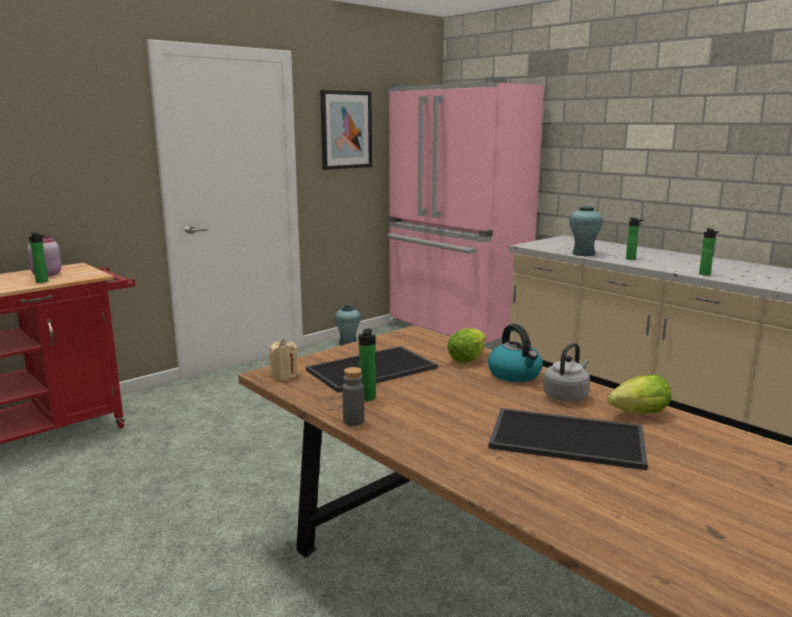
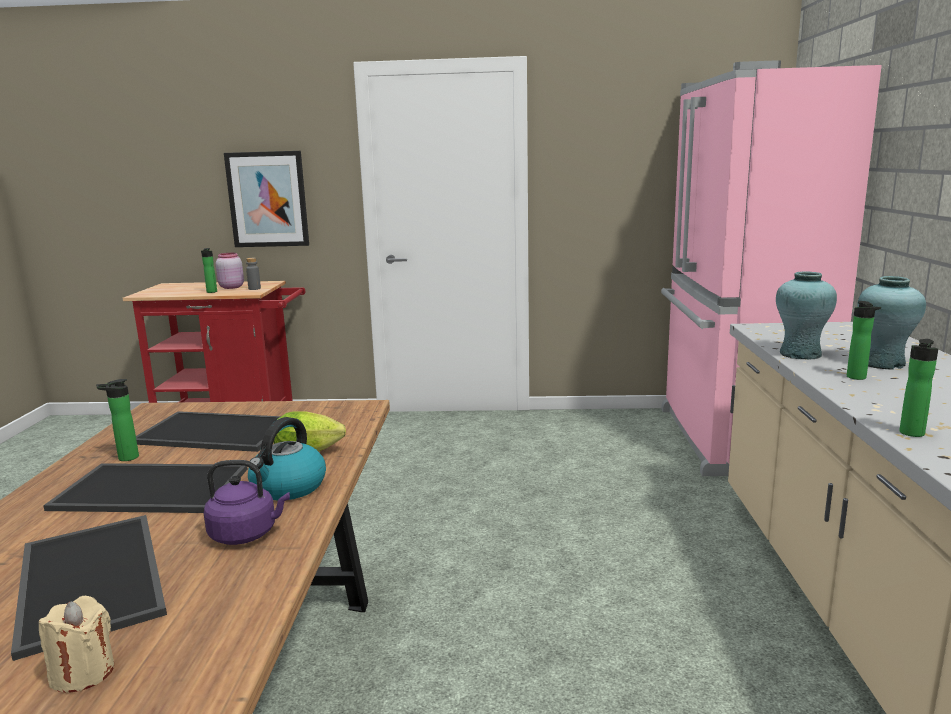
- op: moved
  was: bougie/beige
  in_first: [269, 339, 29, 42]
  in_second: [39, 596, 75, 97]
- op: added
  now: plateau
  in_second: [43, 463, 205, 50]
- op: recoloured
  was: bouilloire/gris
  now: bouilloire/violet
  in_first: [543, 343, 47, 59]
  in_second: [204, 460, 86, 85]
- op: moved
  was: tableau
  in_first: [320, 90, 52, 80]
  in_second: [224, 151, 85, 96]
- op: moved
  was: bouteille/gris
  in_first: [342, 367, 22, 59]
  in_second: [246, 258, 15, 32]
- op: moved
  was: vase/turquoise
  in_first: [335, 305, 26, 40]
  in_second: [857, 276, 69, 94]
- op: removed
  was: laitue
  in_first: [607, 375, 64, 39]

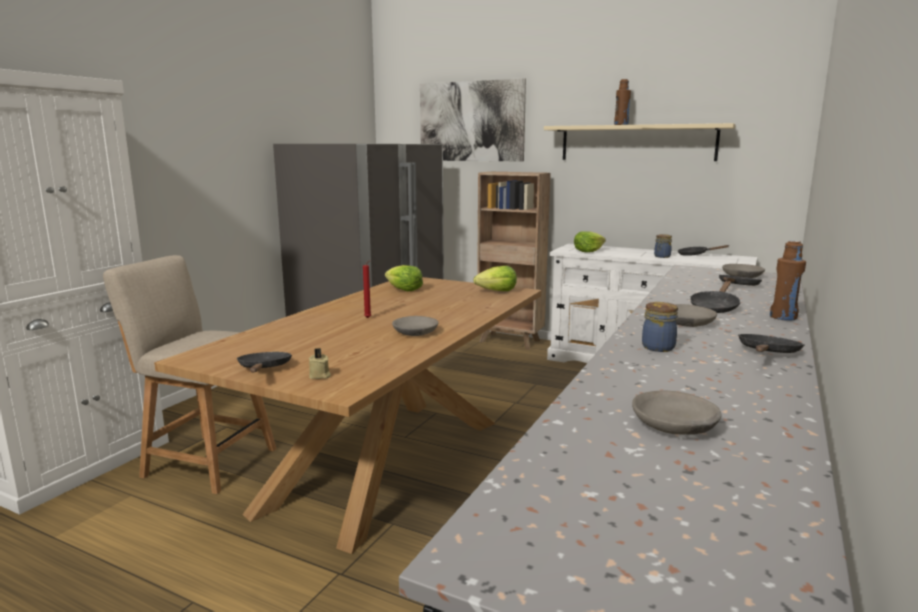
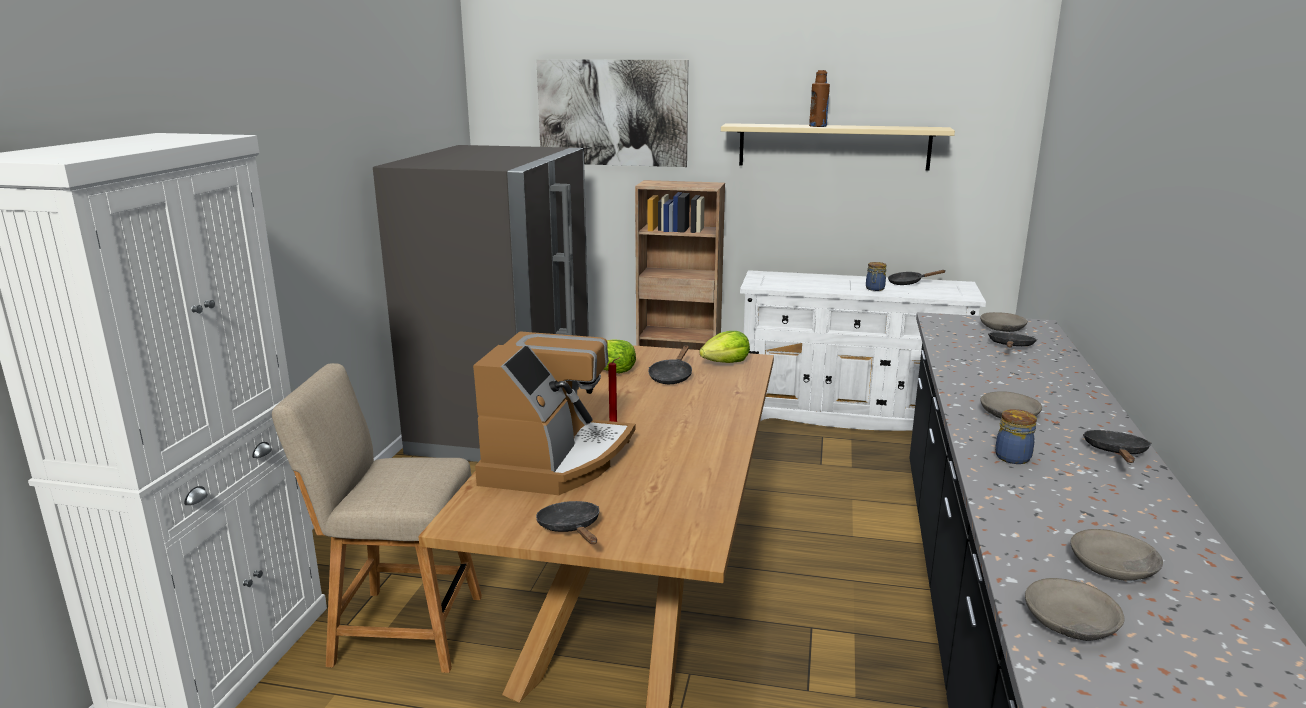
- op: added
  now: machine à café
  in_second: [473, 331, 162, 164]
- op: moved
  was: poêle/noir
  in_first: [690, 281, 50, 32]
  in_second: [648, 345, 44, 39]
- op: moved
  was: bol/gris
  in_first: [392, 316, 46, 20]
  in_second: [1025, 578, 100, 63]
- op: removed
  was: bougie/beige
  in_first: [309, 348, 22, 31]
- op: removed
  was: laitue
  in_first: [574, 231, 32, 21]
- op: removed
  was: bouteille/marron
  in_first: [770, 240, 36, 81]

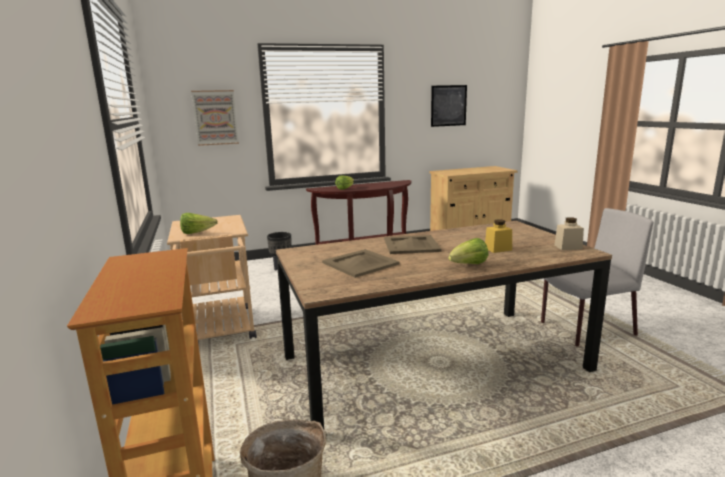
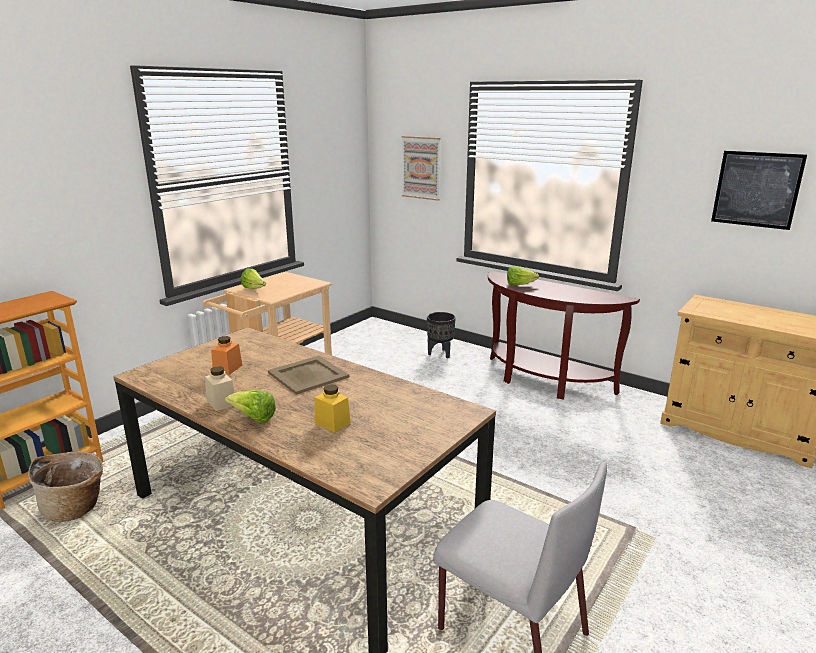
- op: moved
  was: bocal/beige
  in_first: [554, 217, 30, 33]
  in_second: [205, 366, 30, 45]
- op: replaced
  was: plateau/beige
  now: bocal/orange
  in_first: [322, 249, 78, 29]
  in_second: [211, 336, 31, 39]

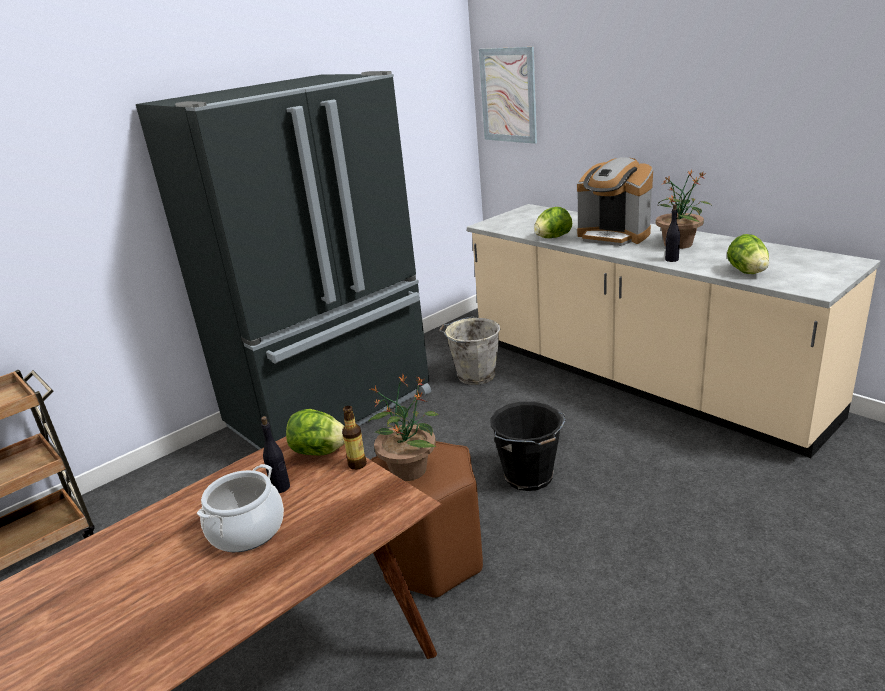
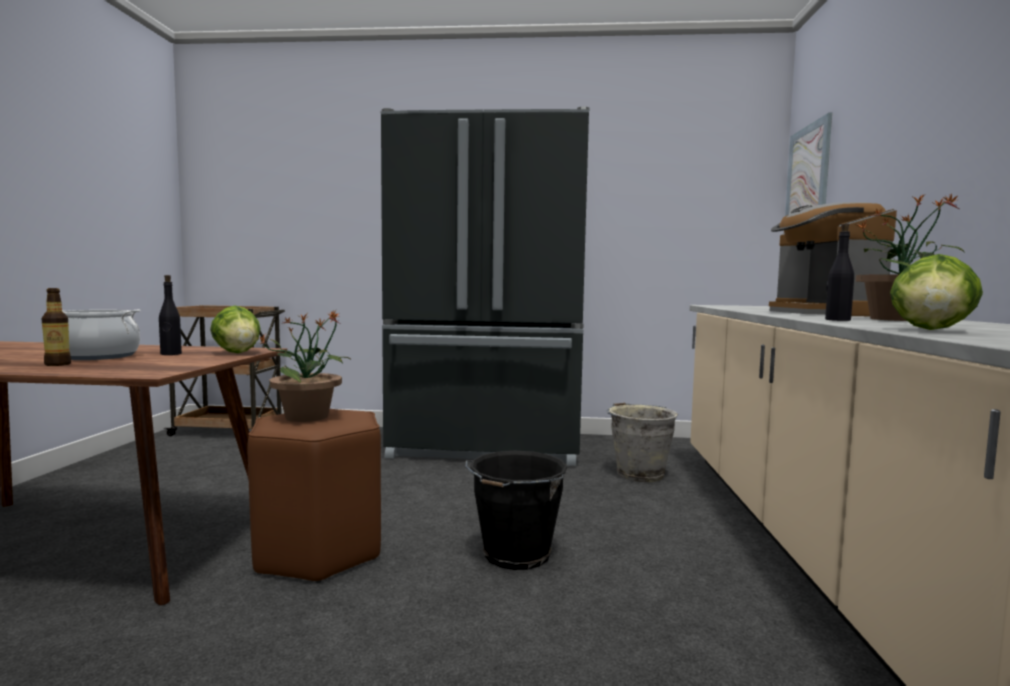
- op: moved
  was: bouteille
  in_first: [342, 406, 25, 64]
  in_second: [42, 288, 29, 78]
- op: removed
  was: laitue
  in_first: [534, 207, 38, 31]

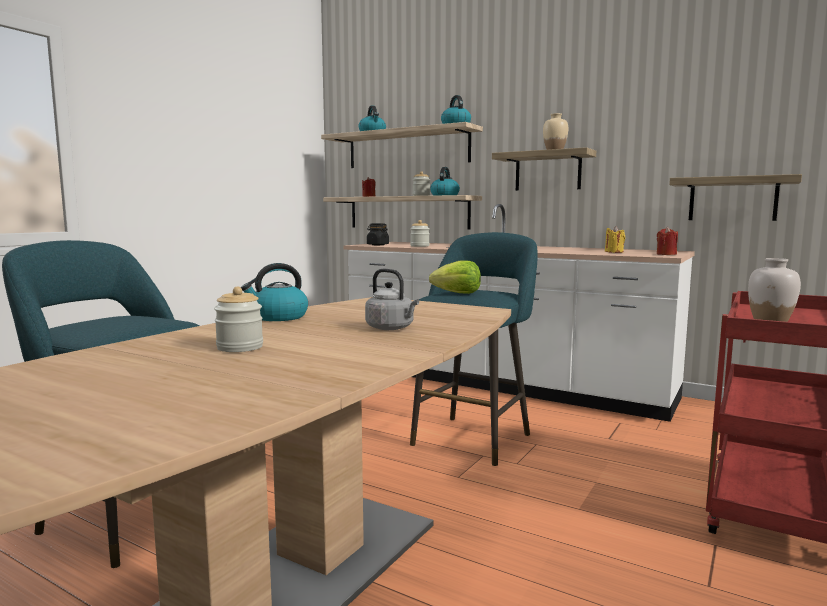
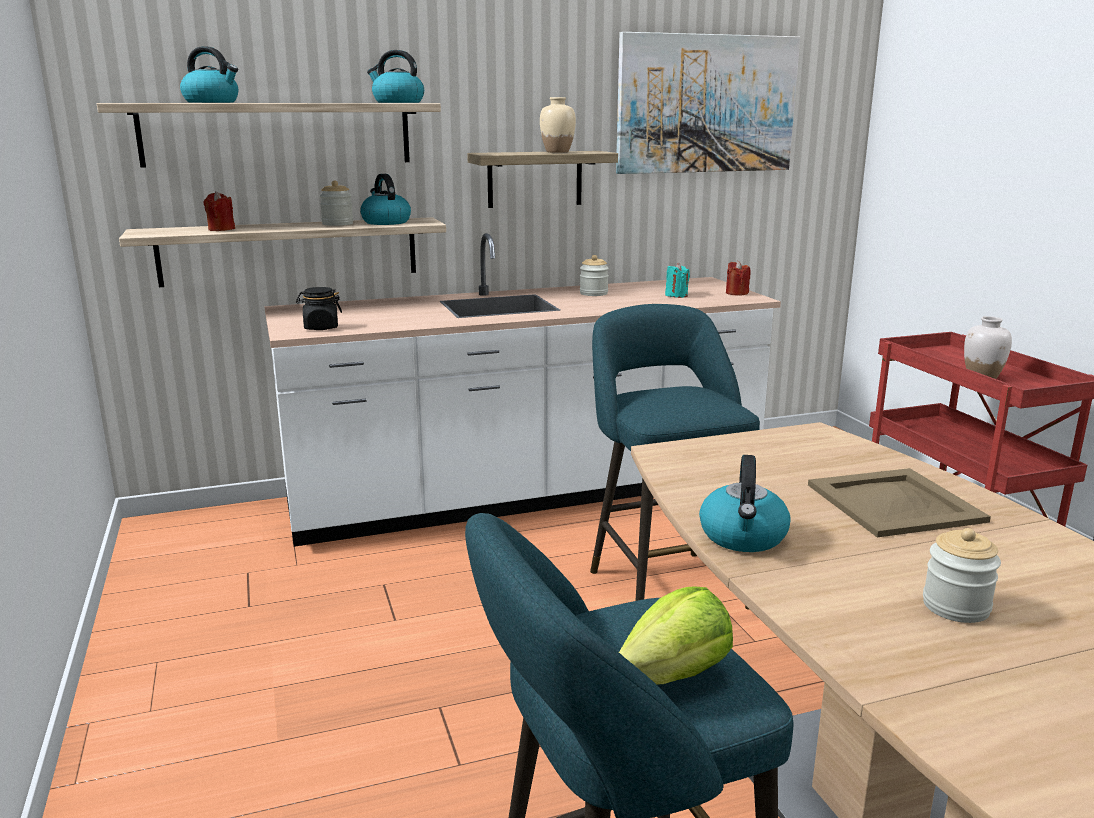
- op: moved
  was: bocal
  in_first: [410, 220, 19, 27]
  in_second: [580, 255, 29, 41]
- op: added
  now: tableau
  in_second: [616, 32, 184, 142]
- op: moved
  was: laitue
  in_first: [429, 260, 52, 34]
  in_second: [619, 586, 114, 99]
- op: recoloured
  was: bougie/jaune
  now: bougie/turquoise
  in_first: [605, 226, 20, 27]
  in_second: [665, 263, 25, 35]
- op: replaced
  was: bouilloire/gris
  now: plateau/beige
  in_first: [365, 269, 54, 61]
  in_second: [808, 468, 183, 69]
- op: removed
  was: étagère
  in_first: [669, 174, 133, 47]

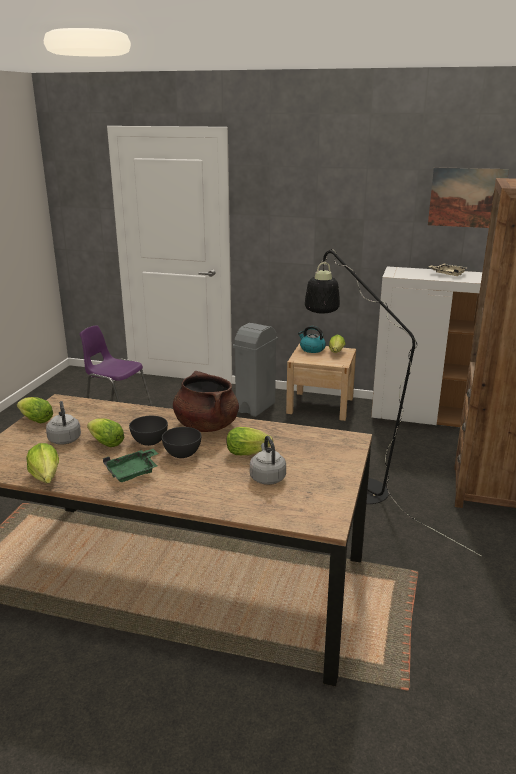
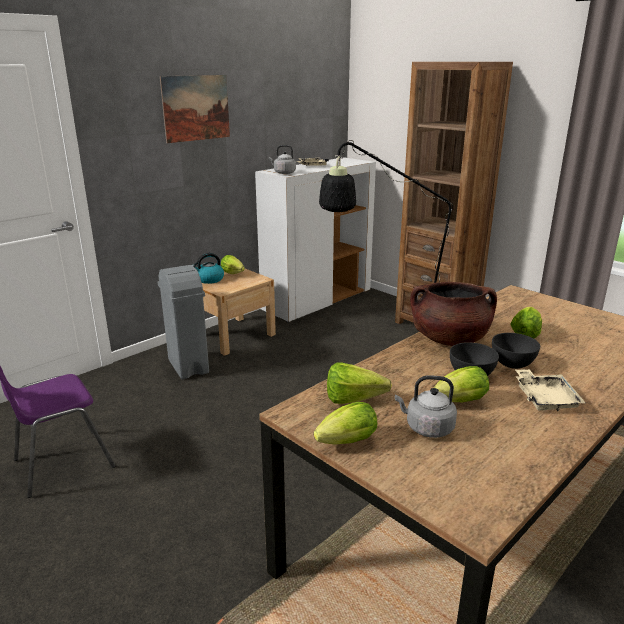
- op: moved
  was: tableau
  in_first: [428, 167, 81, 61]
  in_second: [160, 75, 70, 68]
- op: moved
  was: bouilloire/gris
  in_first: [250, 436, 36, 49]
  in_second: [269, 145, 27, 29]
- op: moved
  was: laitue
  in_first: [26, 443, 33, 40]
  in_second: [327, 362, 65, 42]
- op: recoloured
  was: plateau/vert
  now: plateau/beige
  in_first: [103, 449, 55, 33]
  in_second: [515, 369, 71, 42]

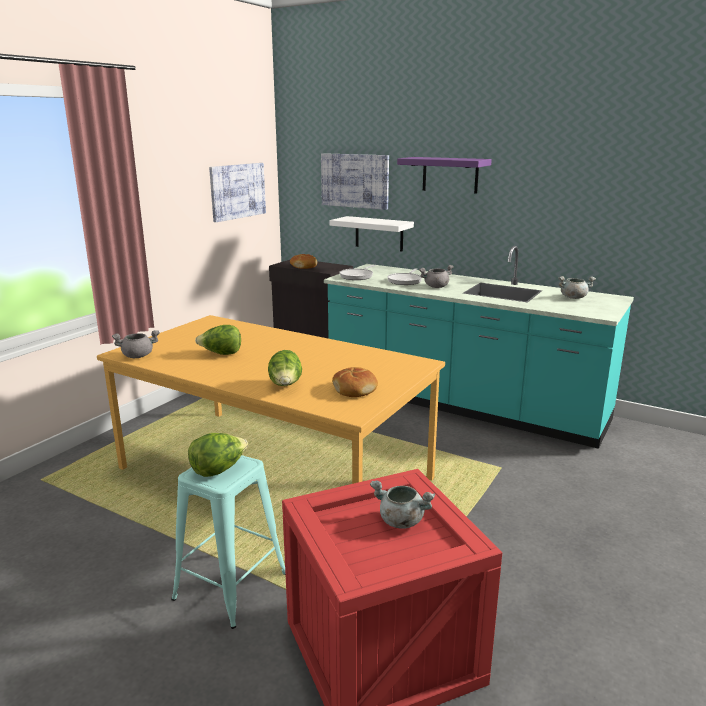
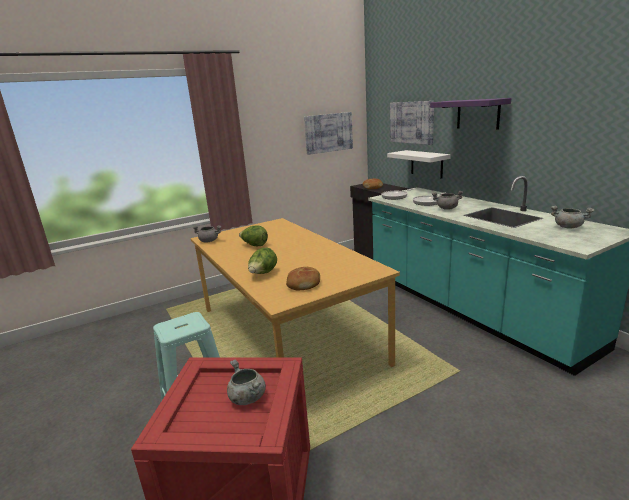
- op: removed
  was: laitue
  in_first: [188, 433, 60, 44]

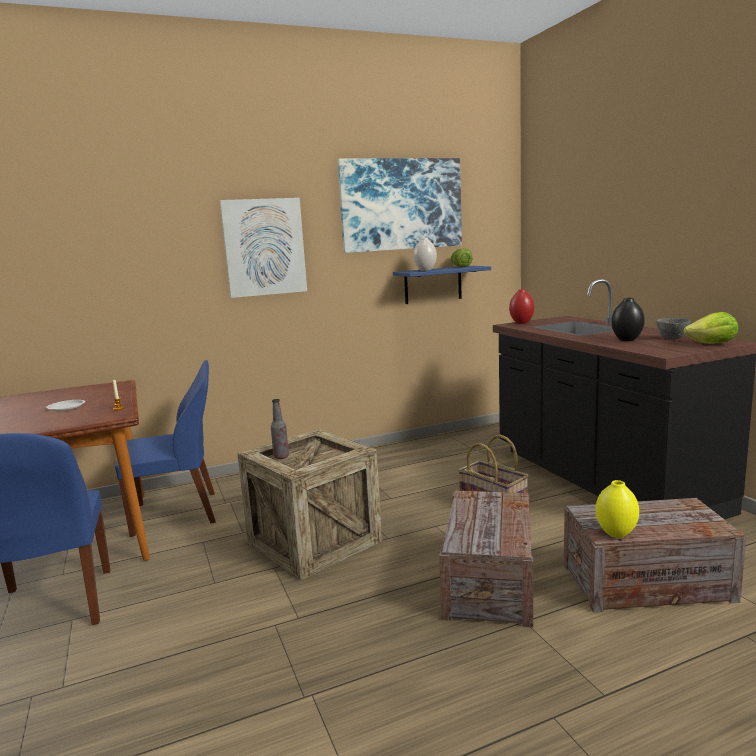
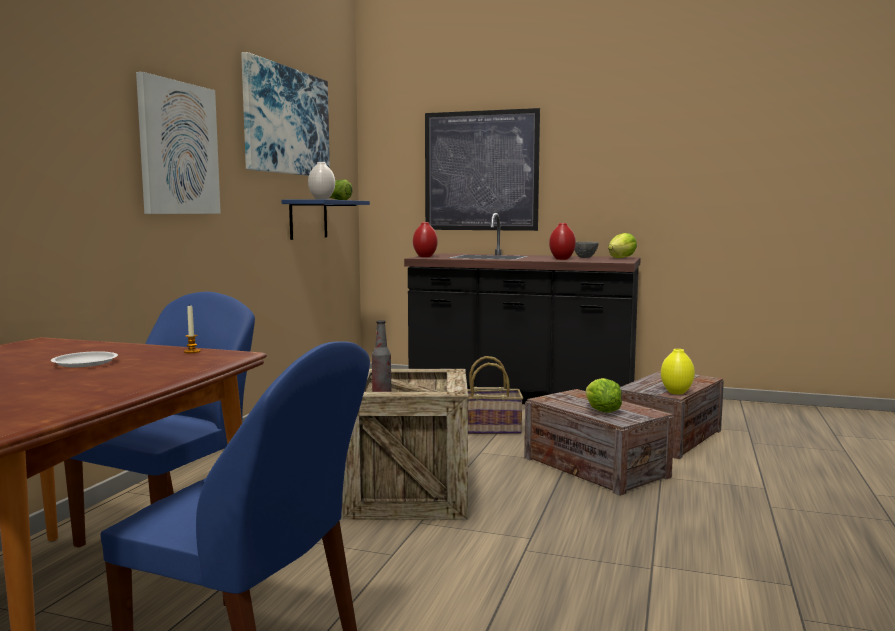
- op: added
  now: tableau
  in_second: [425, 108, 115, 123]
- op: recoloured
  was: vase/noir
  now: vase/rouge
  in_first: [611, 298, 34, 43]
  in_second: [549, 223, 27, 37]
- op: added
  now: laitue
  in_second: [586, 378, 36, 35]

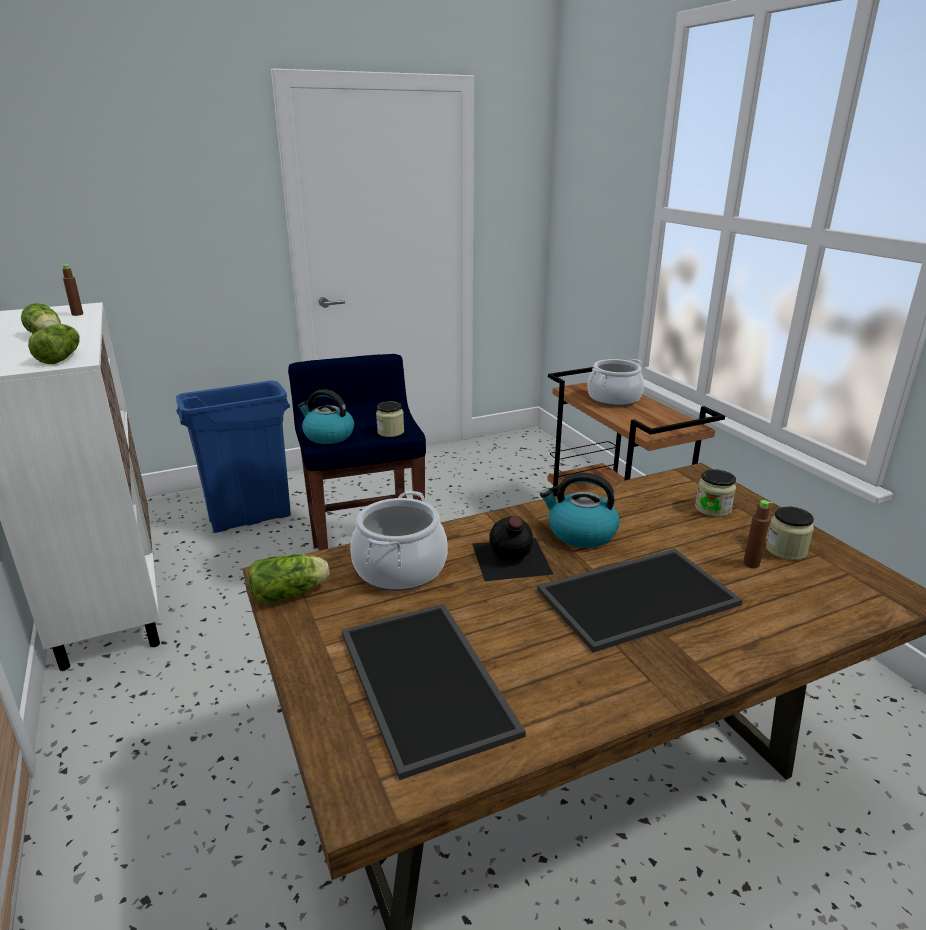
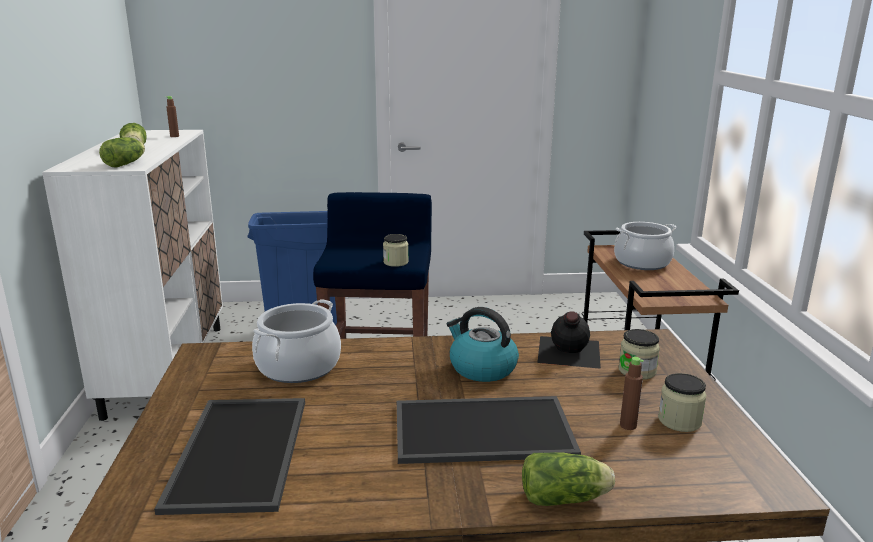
- op: moved
  was: laitue
  in_first: [248, 554, 81, 50]
  in_second: [522, 452, 93, 54]
- op: moved
  was: bouteille/noir
  in_first: [472, 516, 82, 65]
  in_second: [537, 311, 64, 58]
- op: removed
  was: bouilloire
  in_first: [298, 389, 56, 55]

